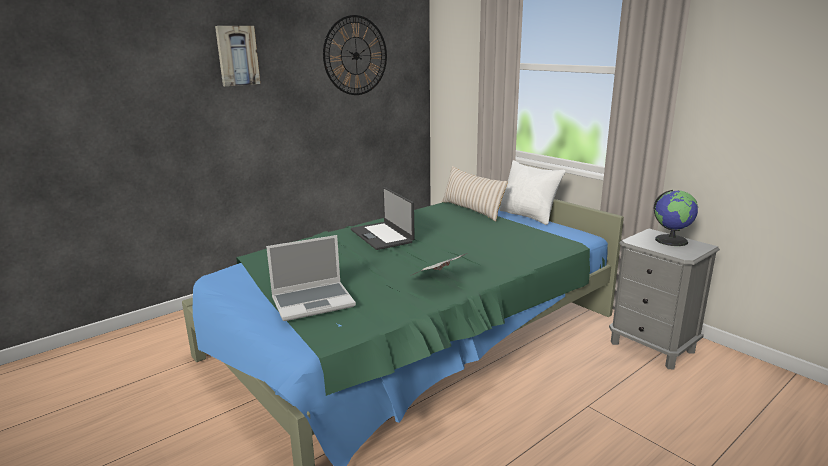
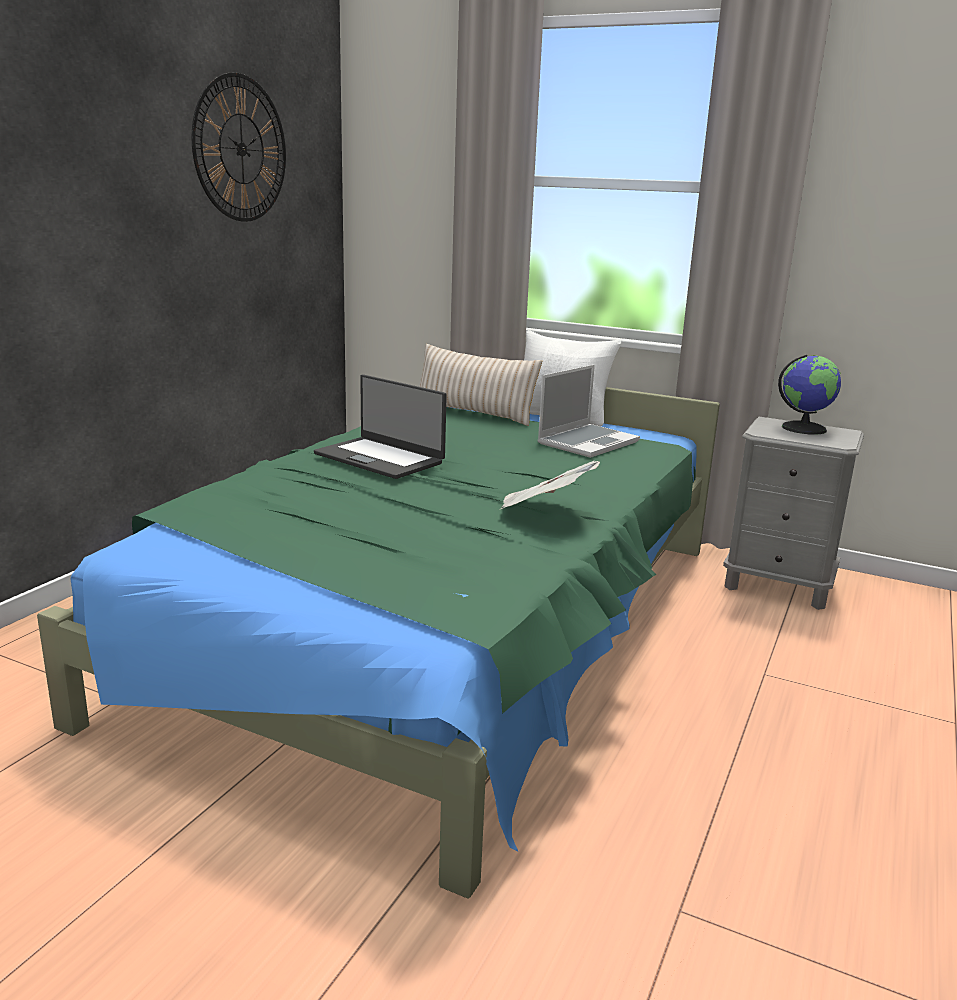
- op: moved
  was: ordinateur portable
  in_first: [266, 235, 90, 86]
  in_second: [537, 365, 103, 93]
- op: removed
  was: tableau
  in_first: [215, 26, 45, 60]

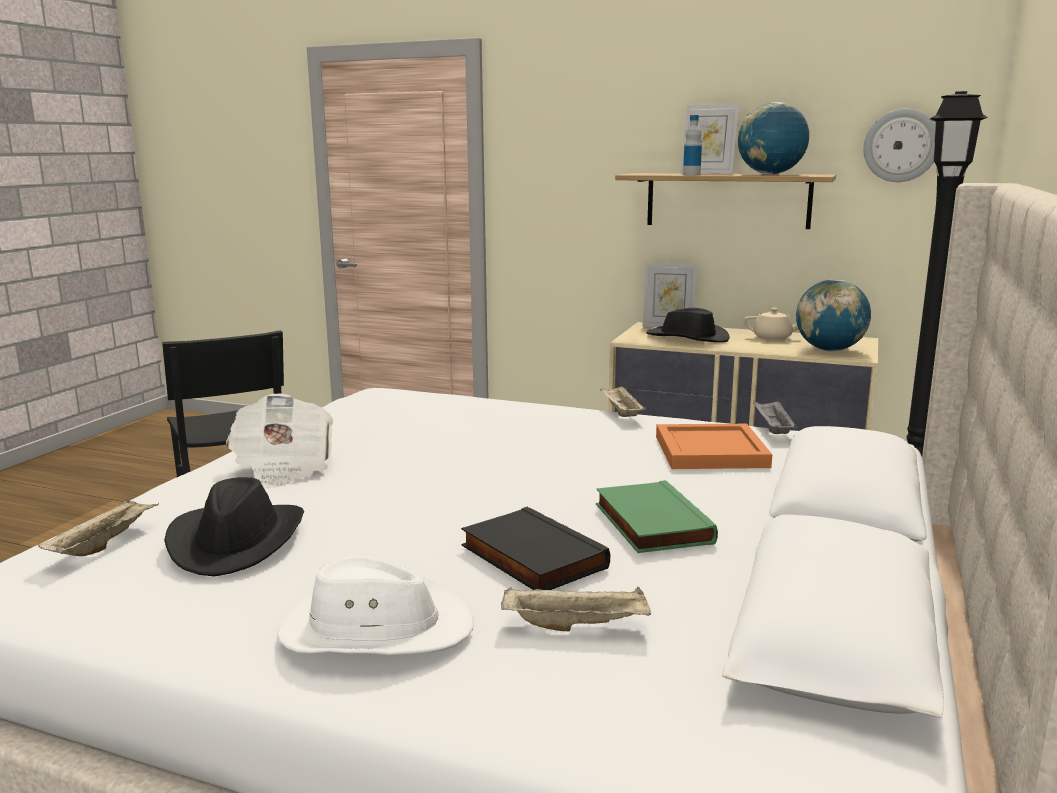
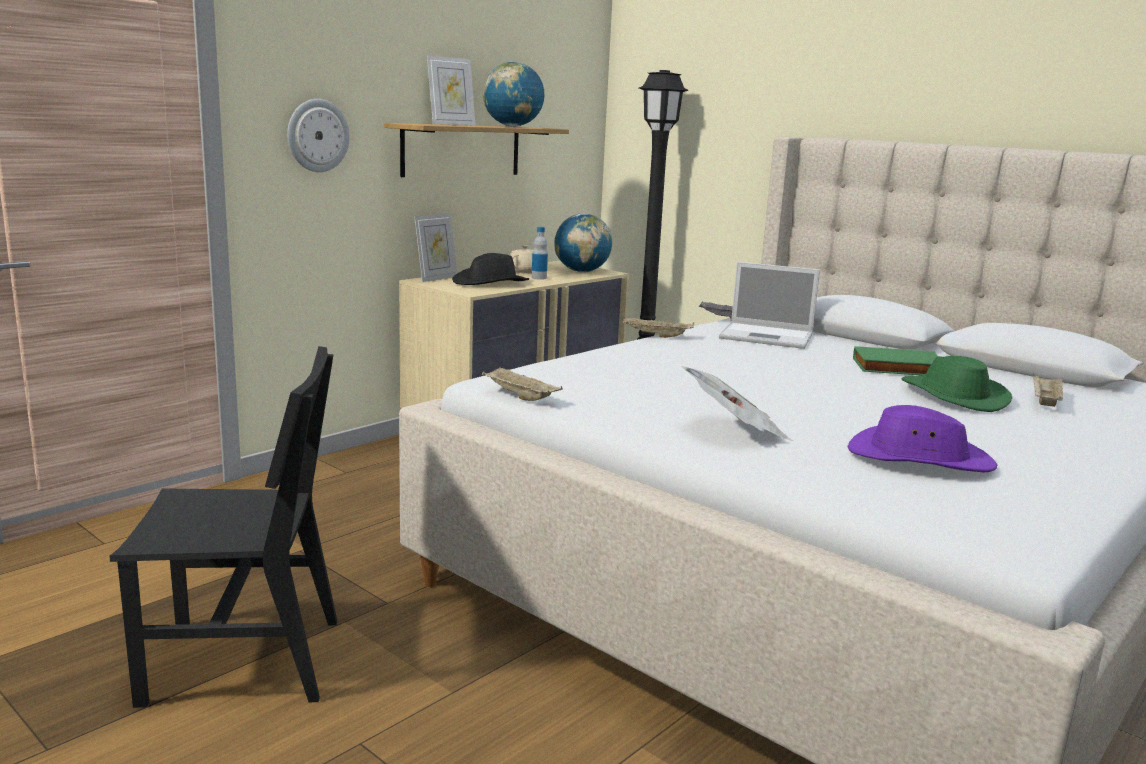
- op: moved
  was: horloge murale
  in_first: [863, 109, 73, 73]
  in_second: [287, 99, 63, 73]
- op: moved
  was: plateau/beige
  in_first: [38, 498, 121, 58]
  in_second: [482, 367, 81, 34]
- op: moved
  was: bouteille
  in_first: [683, 115, 19, 60]
  in_second: [532, 227, 16, 53]
- op: replaced
  was: plateau/orange
  now: ordinateur portable
  in_first: [656, 423, 116, 46]
  in_second: [719, 262, 101, 87]
- op: recoloured
  was: chapeau/noir
  now: chapeau/violet
  in_first: [164, 477, 140, 99]
  in_second: [848, 405, 149, 67]
- op: replaced
  was: livre/noir
  now: chapeau/vert
  in_first: [461, 507, 149, 83]
  in_second: [902, 356, 110, 56]
- op: removed
  was: chapeau/blanc
  in_first: [277, 556, 197, 99]

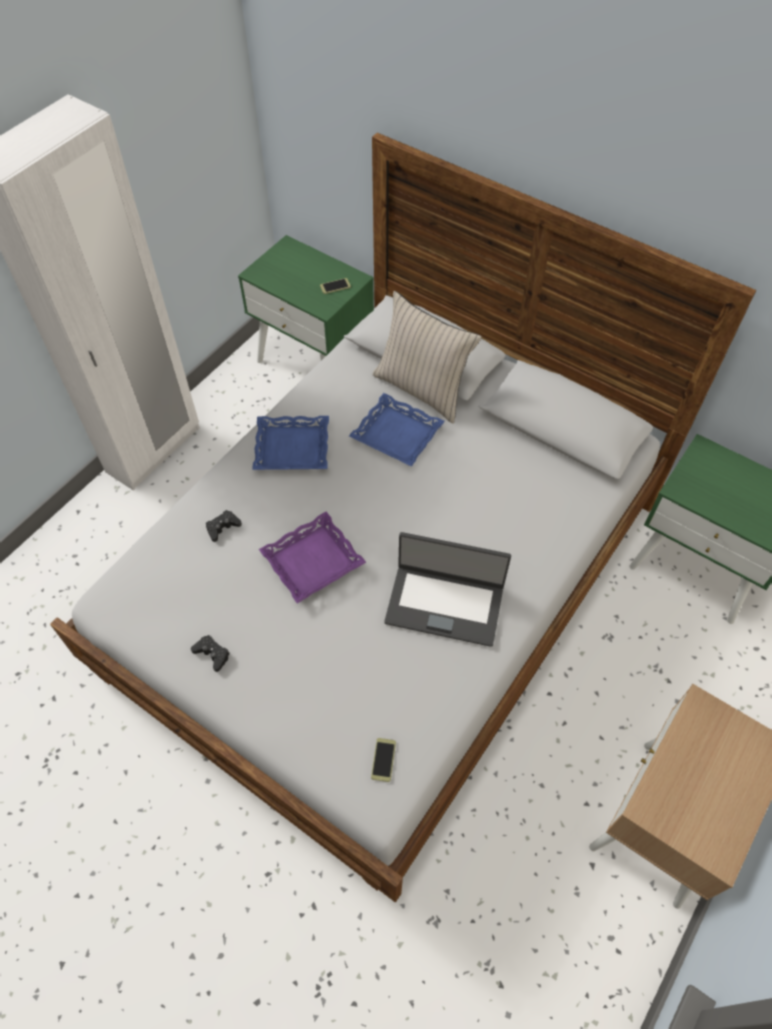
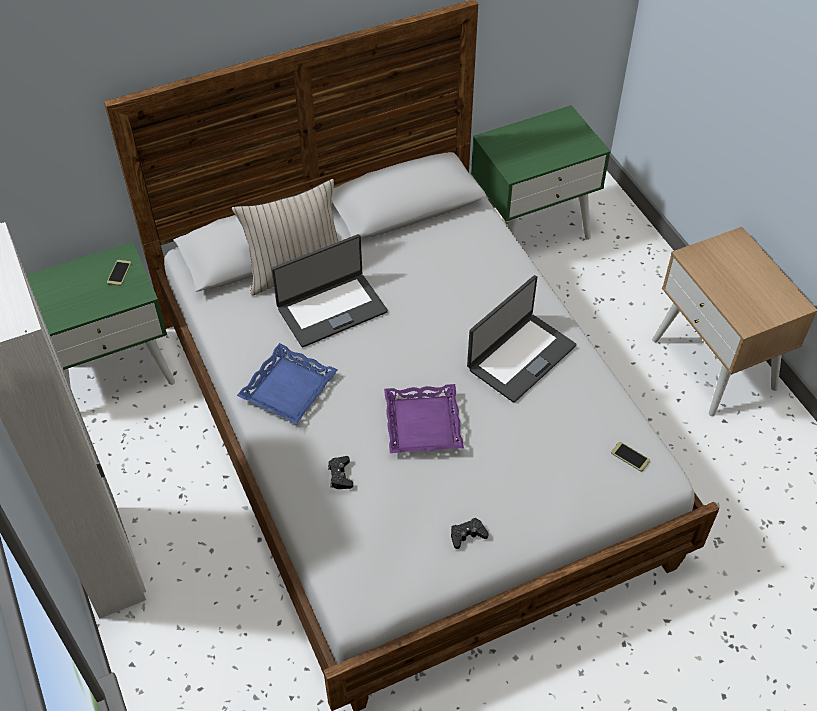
- op: replaced
  was: plateau/bleu
  now: ordinateur portable
  in_first: [349, 393, 96, 74]
  in_second: [272, 234, 116, 113]

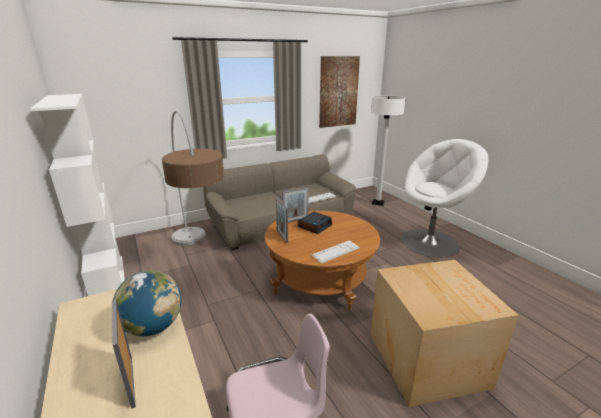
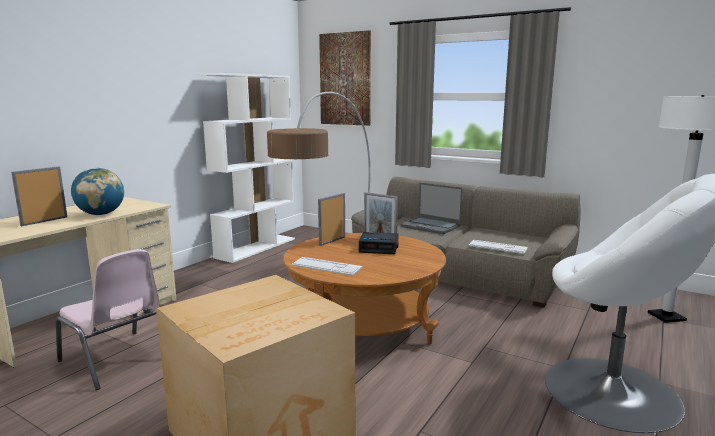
- op: moved
  was: tableau
  in_first: [319, 56, 41, 72]
  in_second: [319, 30, 52, 96]
- op: added
  now: ordinateur portable
  in_second: [401, 183, 62, 51]

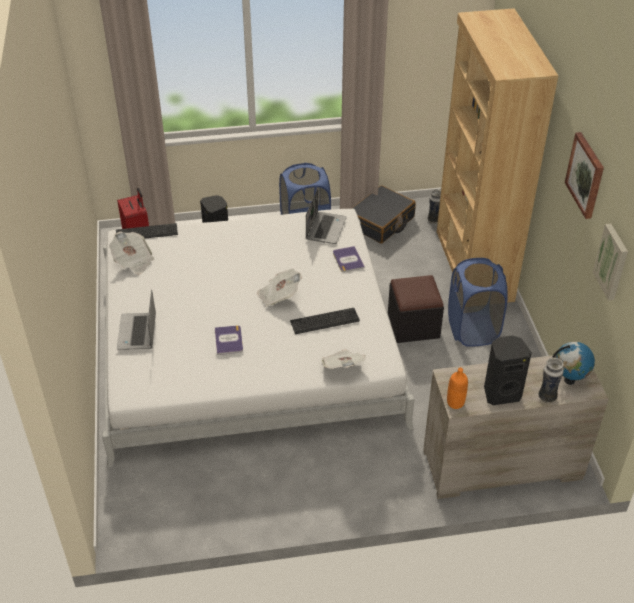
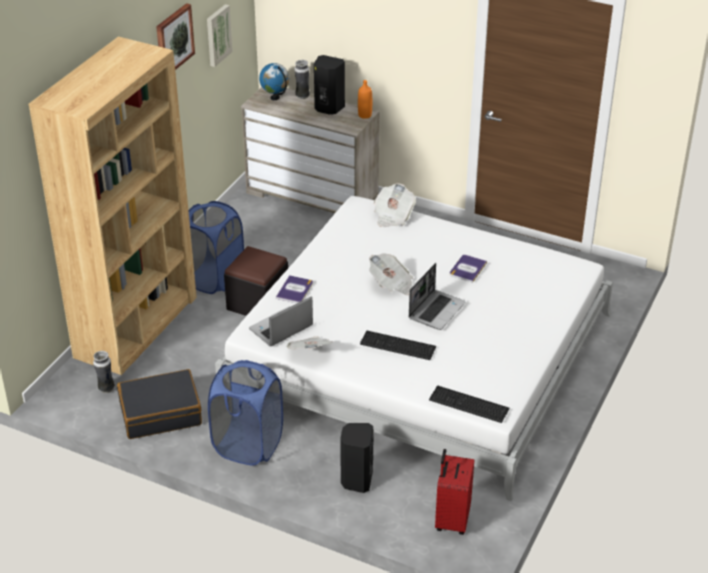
- op: moved
  was: journal
  in_first: [109, 231, 45, 43]
  in_second: [287, 336, 47, 14]
- op: moved
  was: clavier
  in_first: [290, 308, 70, 26]
  in_second: [360, 331, 76, 29]
- op: moved
  was: ordinateur portable
  in_first: [117, 289, 39, 61]
  in_second: [409, 263, 57, 67]

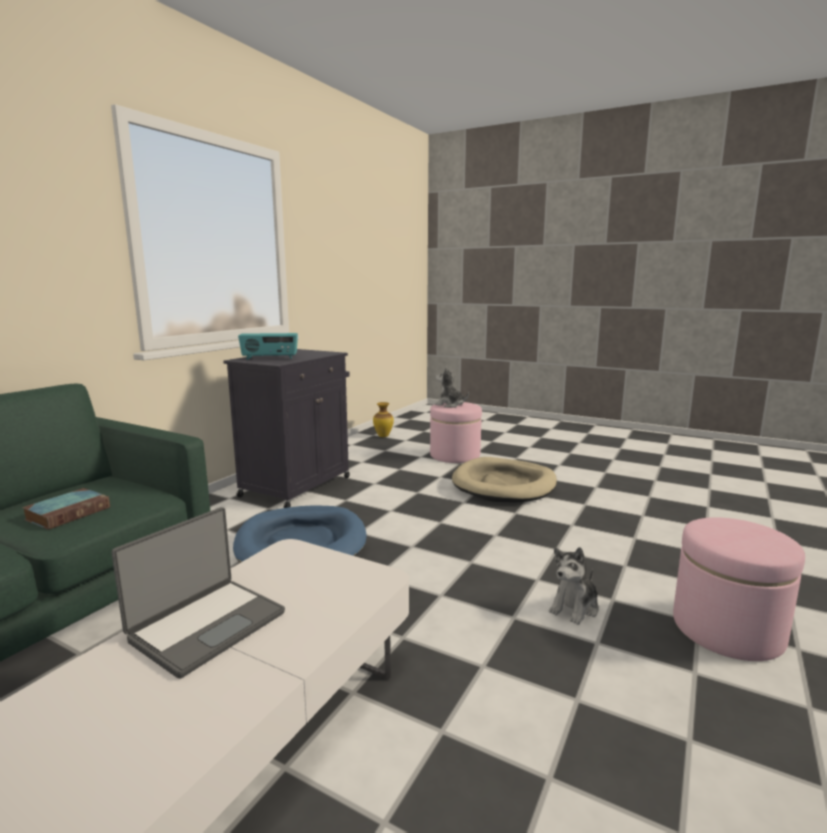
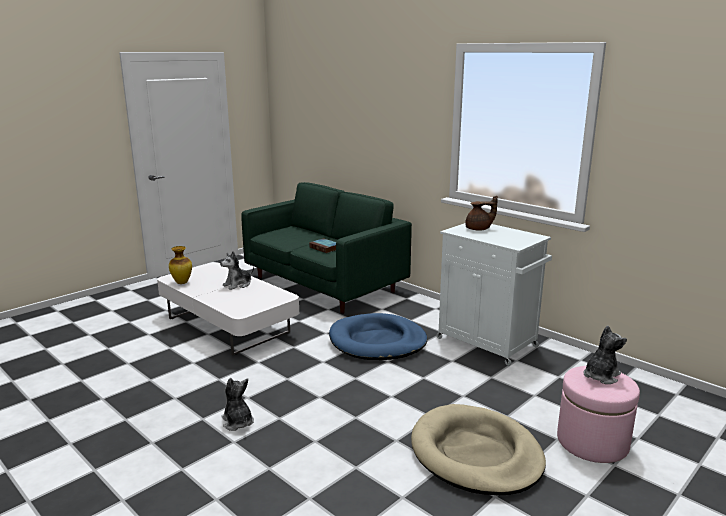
- op: moved
  was: vase
  in_first: [373, 402, 21, 35]
  in_second: [169, 246, 23, 38]
- op: replaced
  was: ordinateur portable
  now: peluche
  in_first: [111, 507, 174, 172]
  in_second: [220, 251, 34, 39]
- op: recoloured
  was: meuble de rangement/noir
  now: meuble de rangement/blanc
  in_first: [223, 349, 127, 159]
  in_second: [436, 223, 116, 143]
- op: replaced
  was: radio
  now: théière/marron
  in_first: [238, 333, 60, 27]
  in_second: [465, 196, 33, 34]
- op: removed
  was: pouf/rose
  in_first: [673, 517, 132, 144]

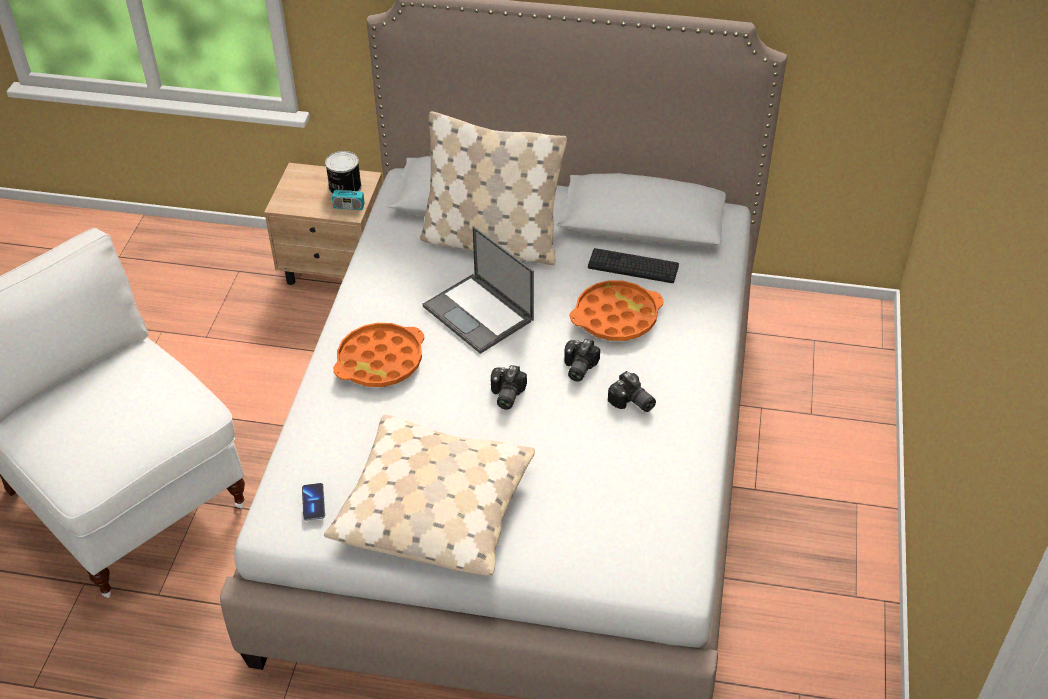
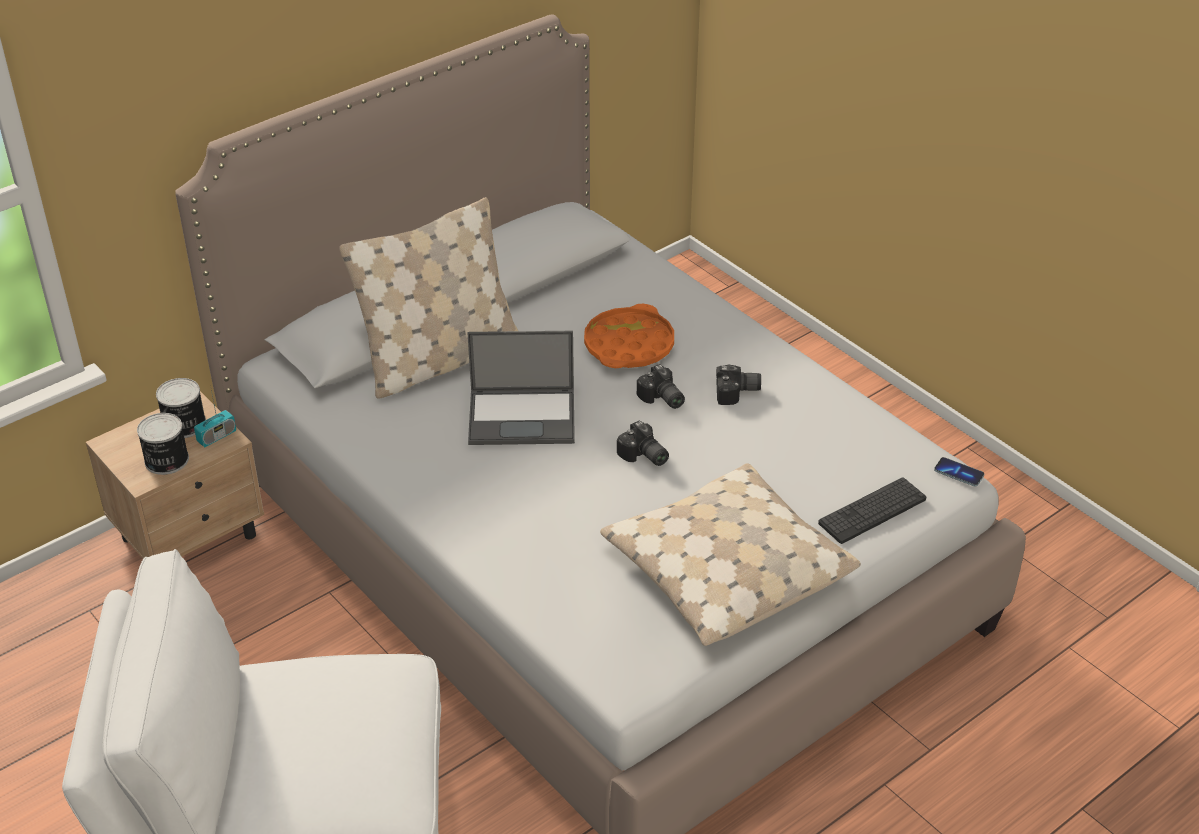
- op: added
  now: boîte métallique
  in_second: [137, 413, 52, 62]
- op: moved
  was: clavier
  in_first: [588, 248, 91, 35]
  in_second: [818, 478, 108, 66]
- op: moved
  was: téléphone
  in_first: [302, 483, 23, 38]
  in_second: [934, 457, 50, 30]
- op: removed
  was: plateau/orange
  in_first: [333, 323, 91, 64]

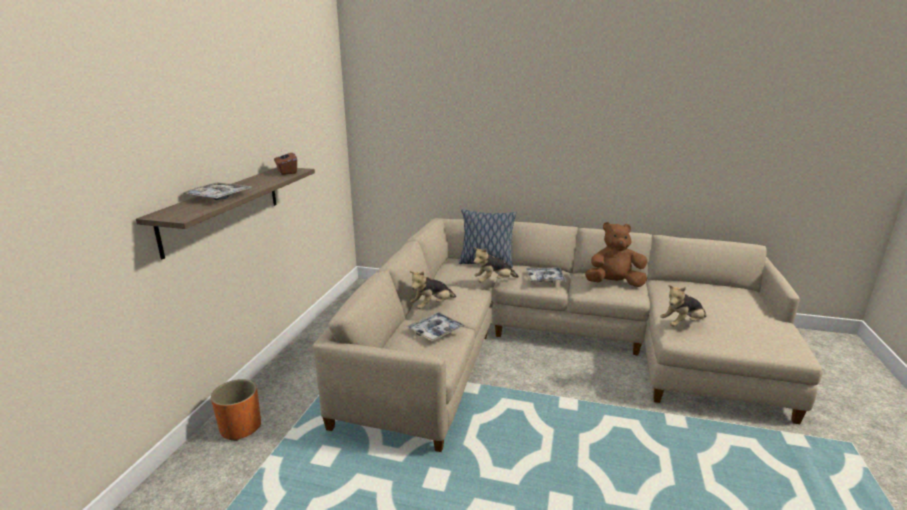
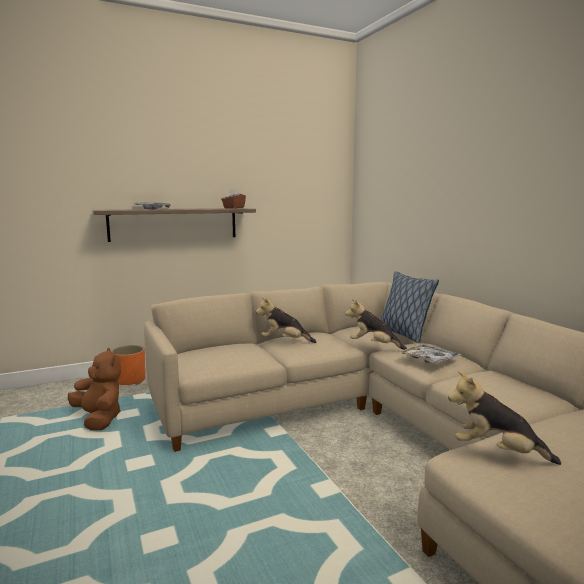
- op: moved
  was: peluche/marron
  in_first: [585, 222, 62, 65]
  in_second: [68, 348, 53, 82]
- op: removed
  was: plateau
  in_first: [407, 312, 58, 29]

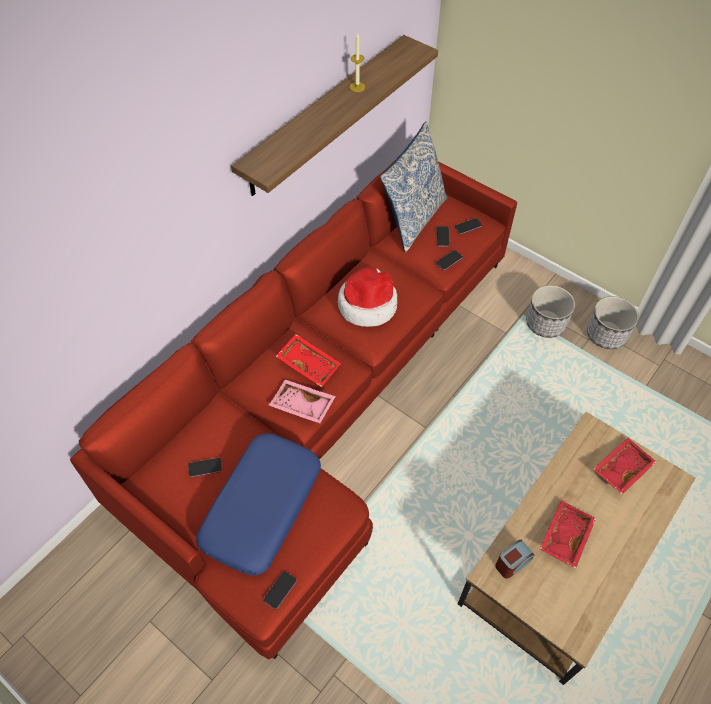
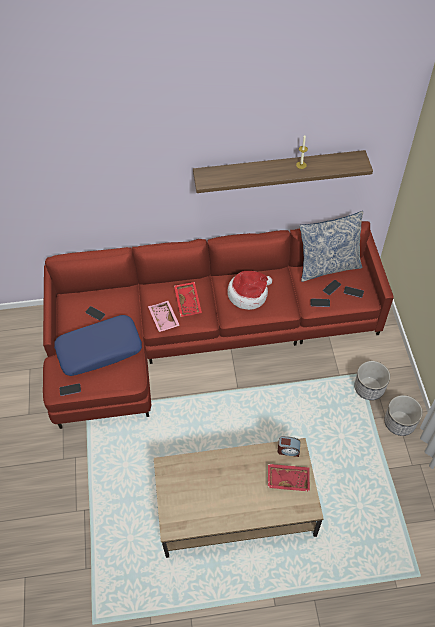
- op: moved
  was: réveil
  in_first: [495, 540, 39, 39]
  in_second: [278, 436, 23, 21]
- op: removed
  was: plateau/rouge
  in_first: [540, 500, 56, 69]

